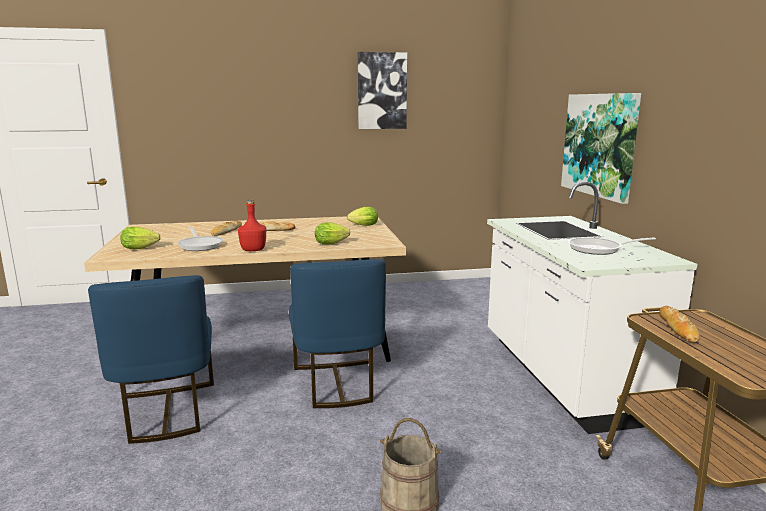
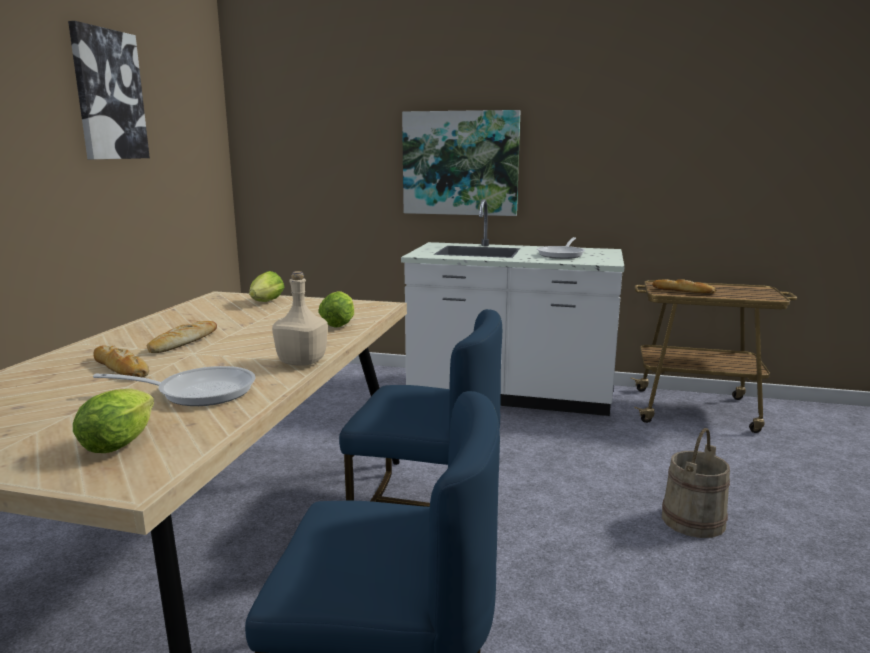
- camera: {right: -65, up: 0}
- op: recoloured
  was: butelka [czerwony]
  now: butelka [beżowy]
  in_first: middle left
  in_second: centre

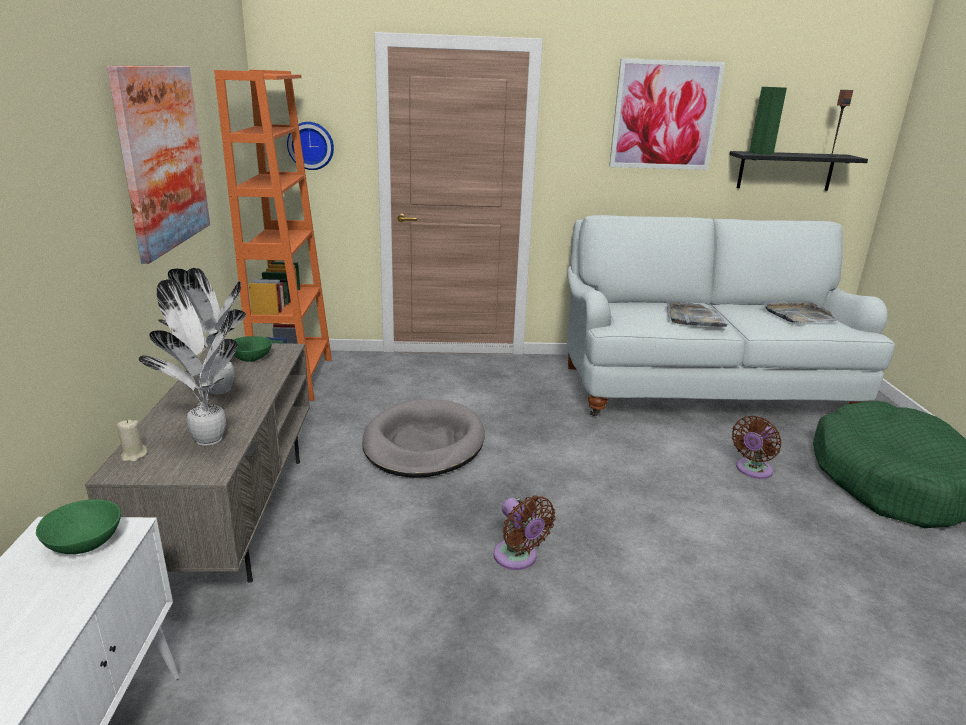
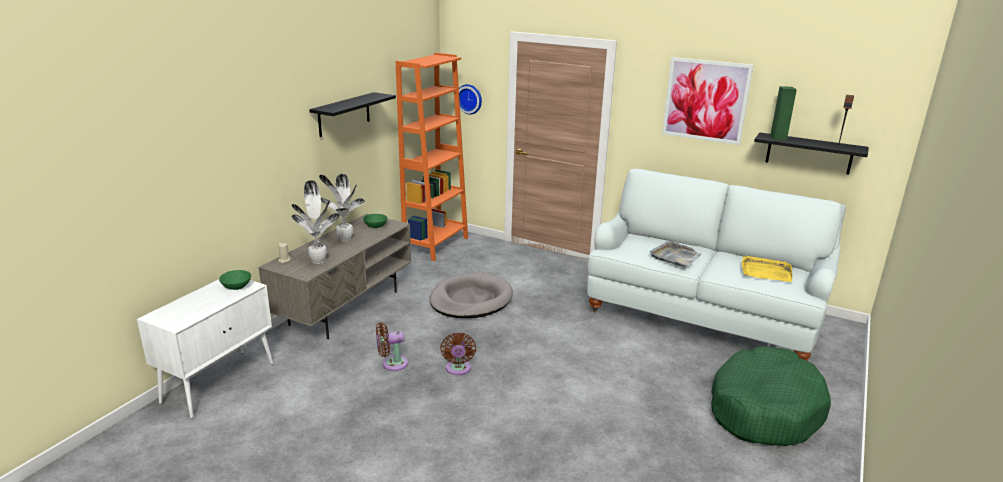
- camera: {right: 30, up: 0}
- op: replaced
  was: obraz (1st from left)
  now: półka [czarny] (1st from left)
  in_first: top left
  in_second: top centre
- op: moved
  was: wentylator [brązowy] (2nd from left in the first image)
  now: wentylator [brązowy] (1st from left)
  in_first: middle right
  in_second: bottom centre
- op: recoloured
  was: taca [szary] (2nd from left)
  now: taca [żółty]
  in_first: middle right
  in_second: middle right

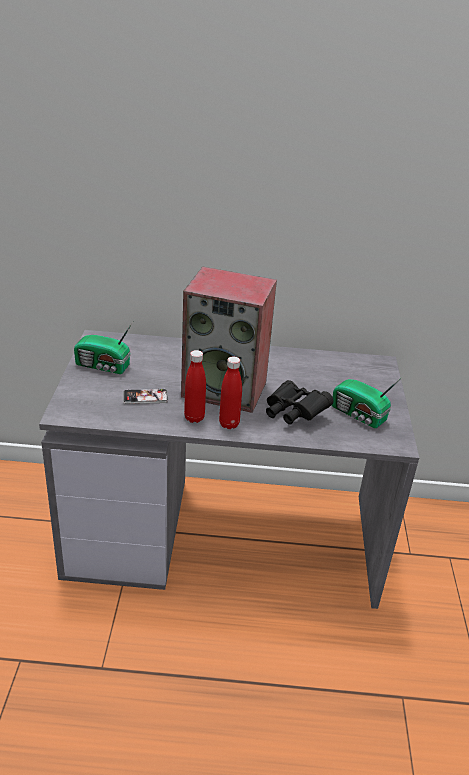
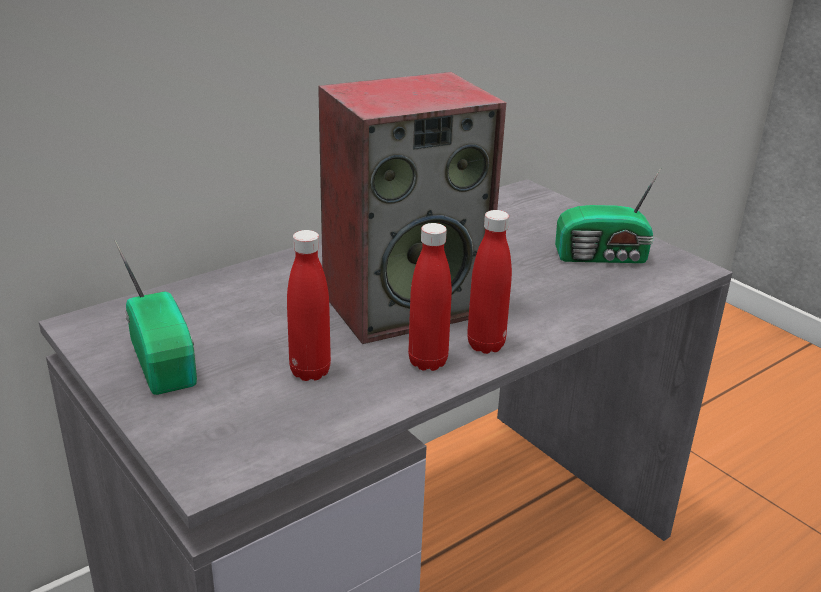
- camera: {right: -40, up: -5}
- op: turned
  was: radio (1st from left)
  in_first: middle left
  in_second: middle left
  clockwise: -90
- op: replaced
  was: telefon
  now: butelka [czerwony] (1st from left)
  in_first: middle left
  in_second: centre
- op: removed
  was: lornetka [czarny]
  in_first: centre

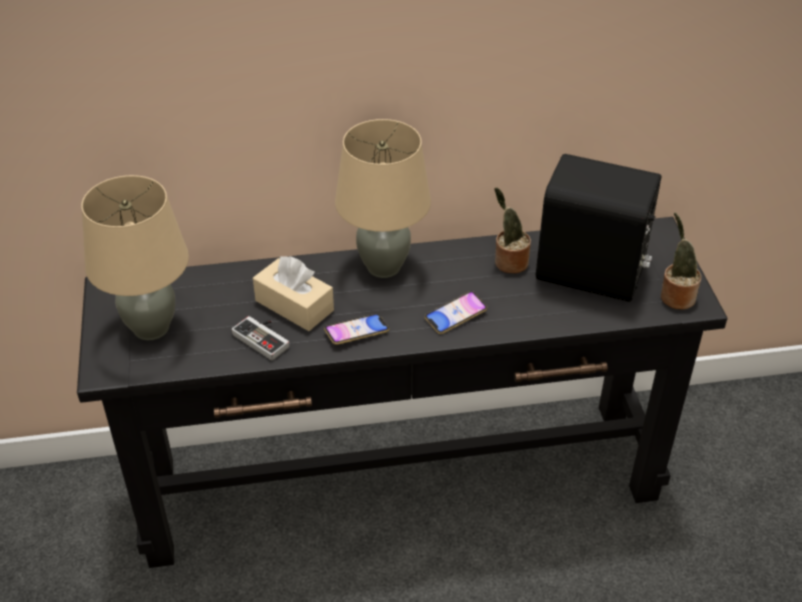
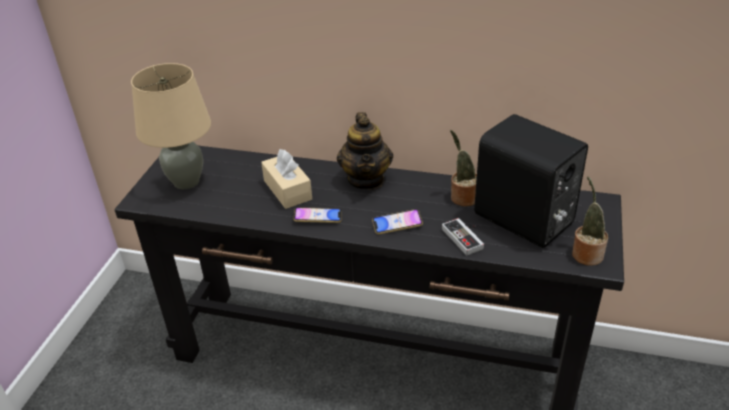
- camera: {right: 25, up: -5}
- op: moved
  was: pad do gier
  in_first: middle left
  in_second: centre
- op: replaced
  was: lampa stołowa [beżowy] (2nd from left)
  now: imbryk
  in_first: top centre
  in_second: centre

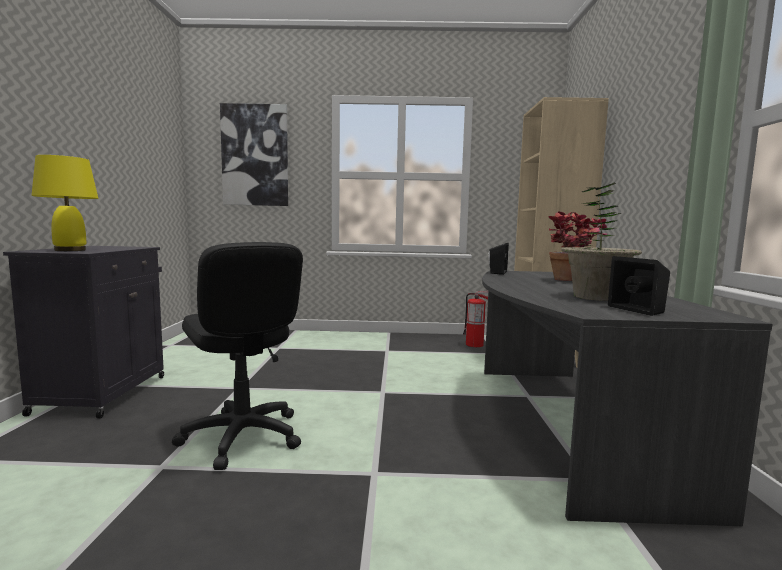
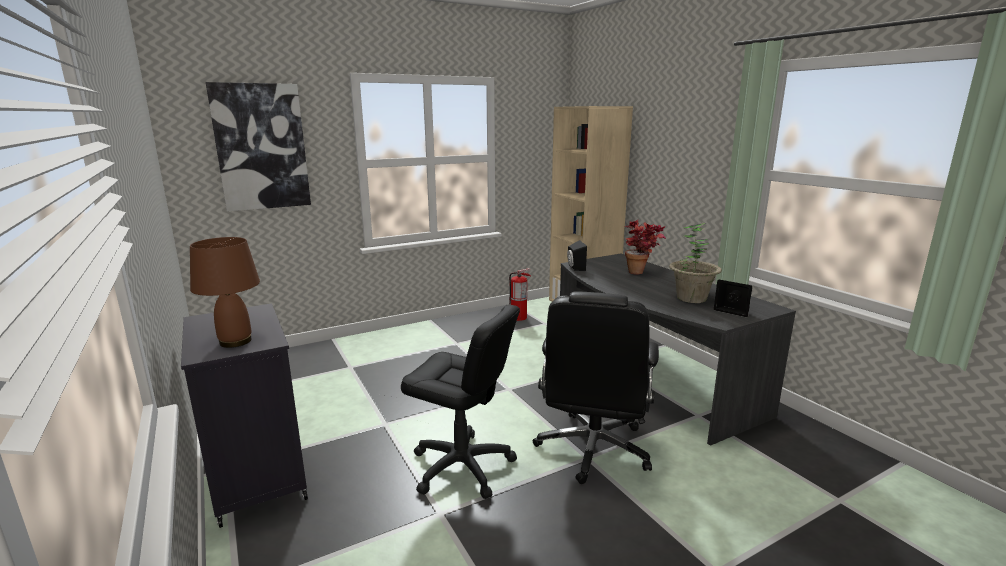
- camera: {right: -30, up: 10}
- op: recoloured
  was: lampa stołowa [żółty]
  now: lampa stołowa [brązowy]
  in_first: middle left
  in_second: middle left
- op: added
  now: krzesło biurowe [czarny] (2nd from left)
  in_second: bottom centre

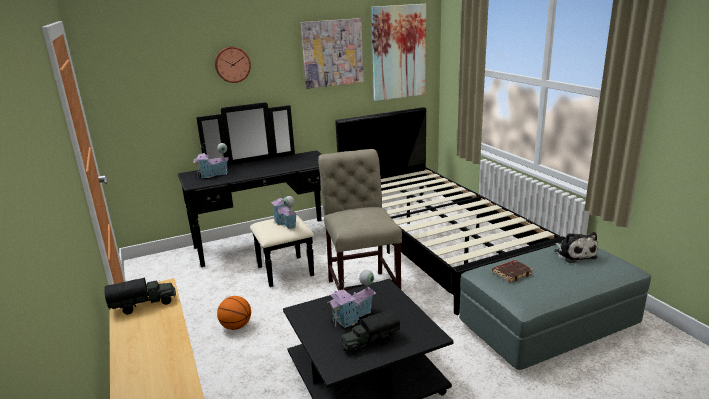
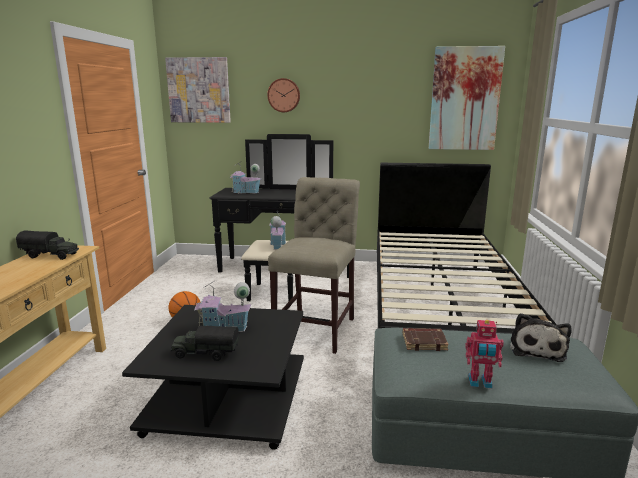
- camera: {right: 30, up: -5}
- op: moved
  was: obraz (1st from left)
  in_first: top centre
  in_second: top left
- op: added
  now: robot zabawkowy
  in_second: bottom right

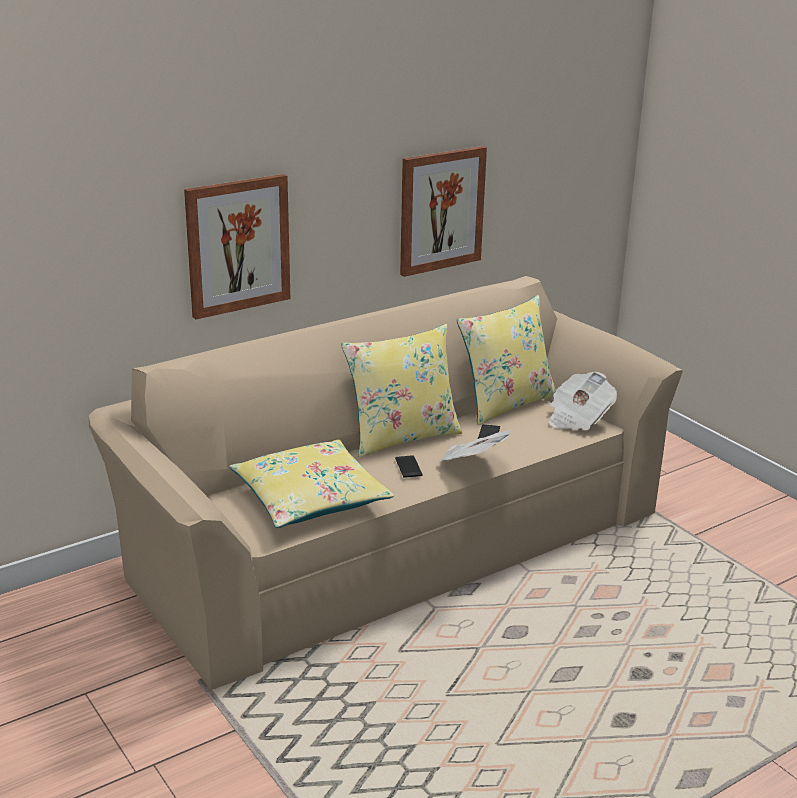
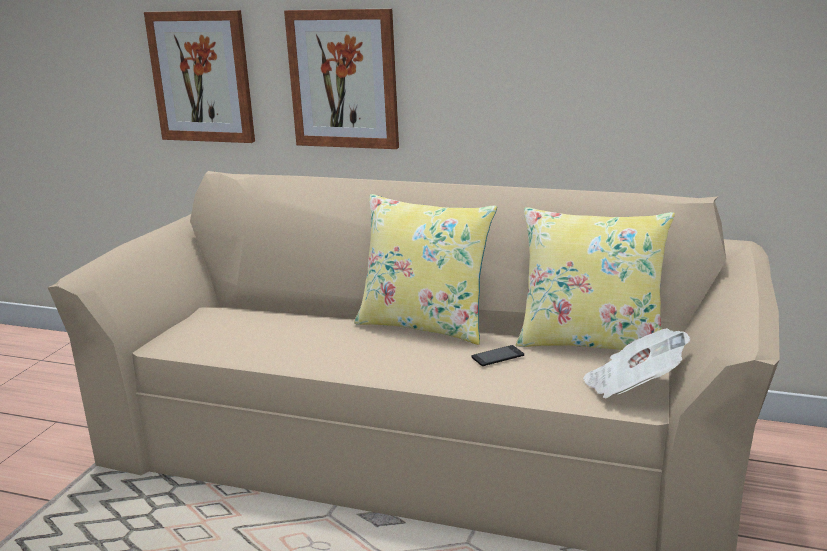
- camera: {right: 55, up: -5}
- op: removed
  was: poduszka [żółty] (1st from left)
  in_first: centre
- op: removed
  was: telefon (1st from left)
  in_first: centre
- op: moved
  was: obraz (2nd from left in the first image)
  now: obraz (1st from left)
  in_first: top centre
  in_second: top left
- op: removed
  was: gazeta (1st from left)
  in_first: centre

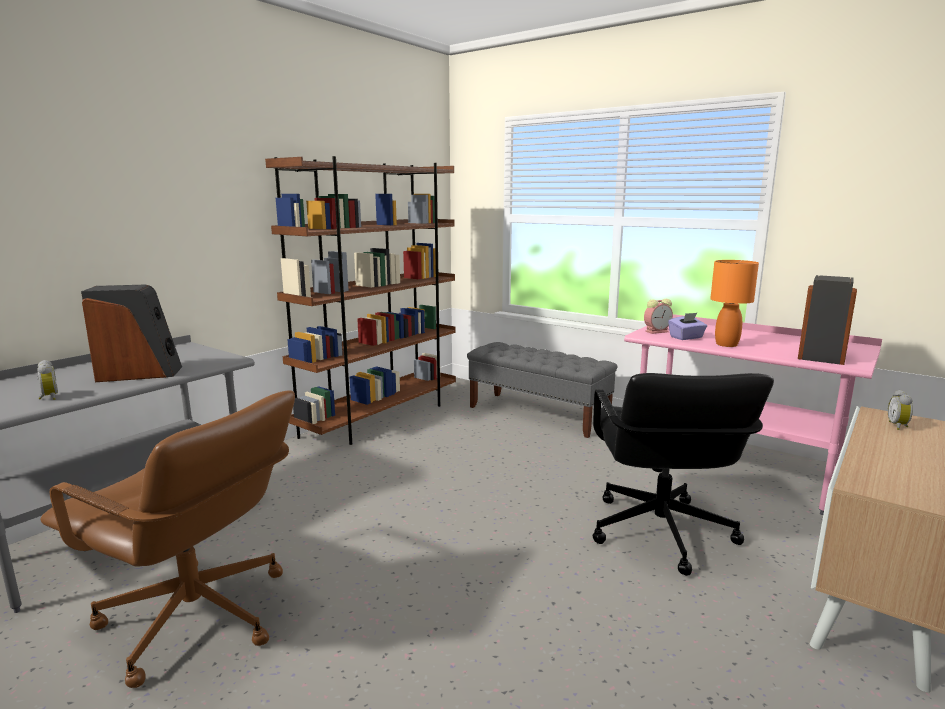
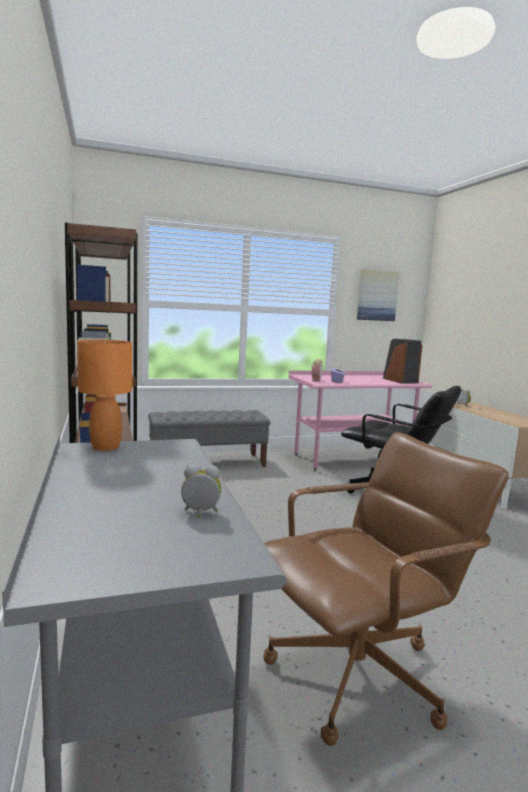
- camera: {right: -55, up: -5}
- op: removed
  was: głośnik (1st from left)
  in_first: middle left
- op: moved
  was: lampa stołowa [pomarańczowy]
  in_first: middle right
  in_second: middle left
- op: added
  now: obraz
  in_second: middle right

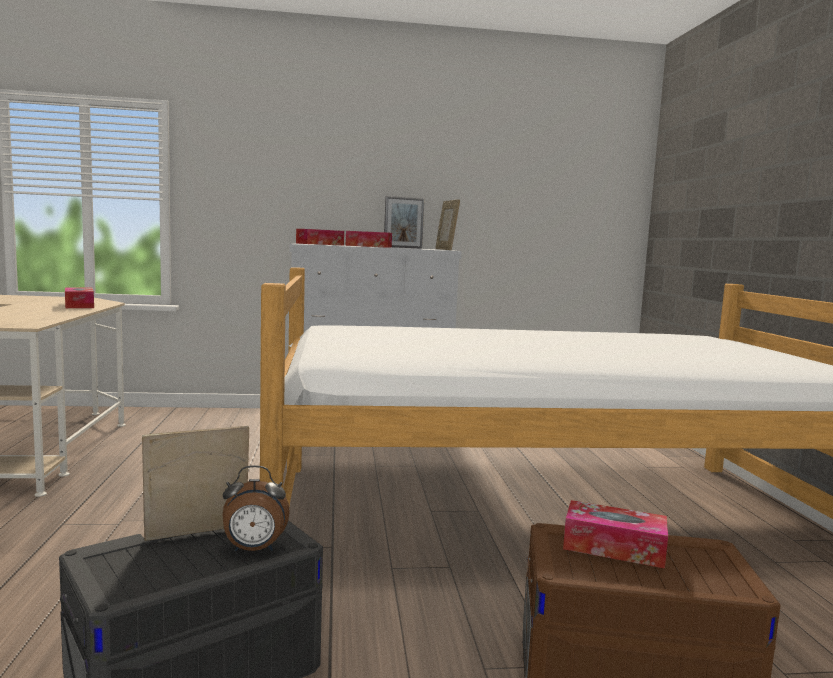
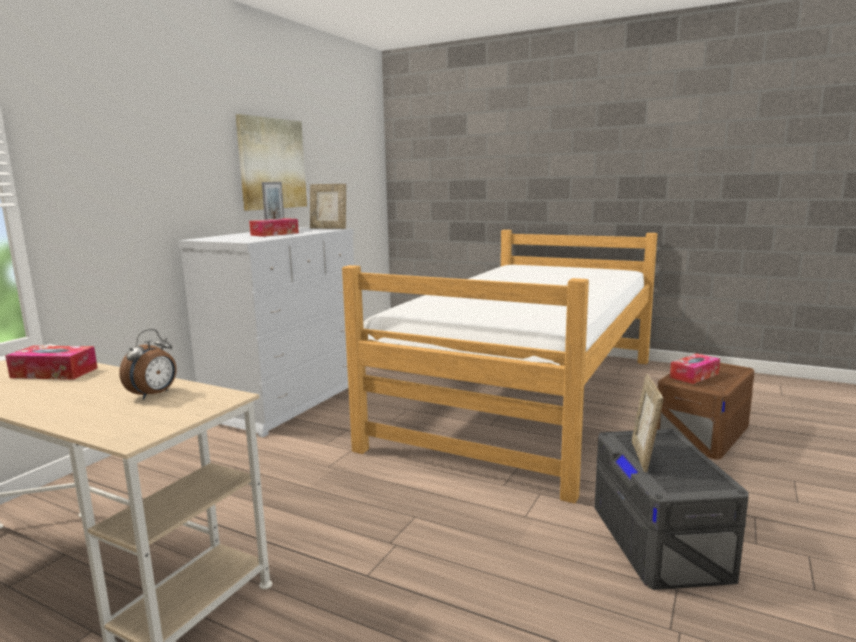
- camera: {right: -55, up: 5}
- op: moved
  was: budzik
  in_first: bottom left
  in_second: middle left
- op: removed
  was: pudełko chusteczek (2nd from left)
  in_first: centre
- op: added
  now: obraz
  in_second: top left

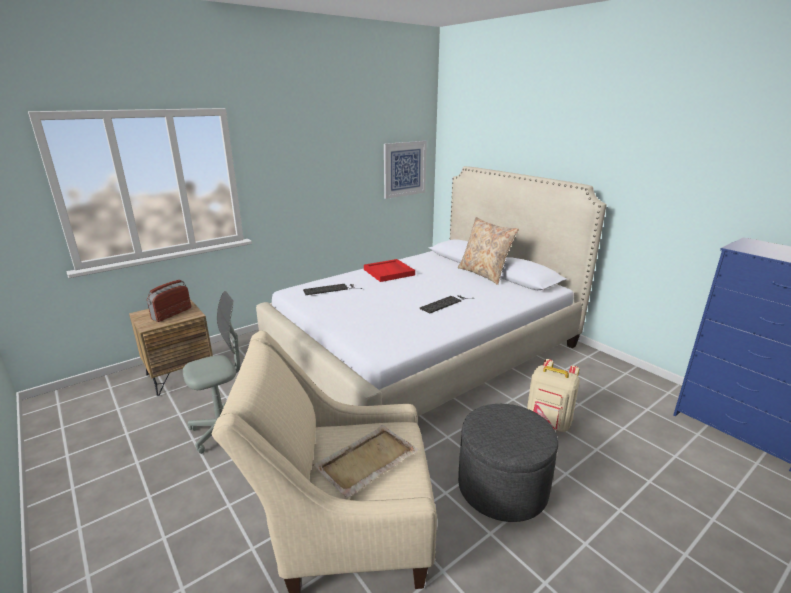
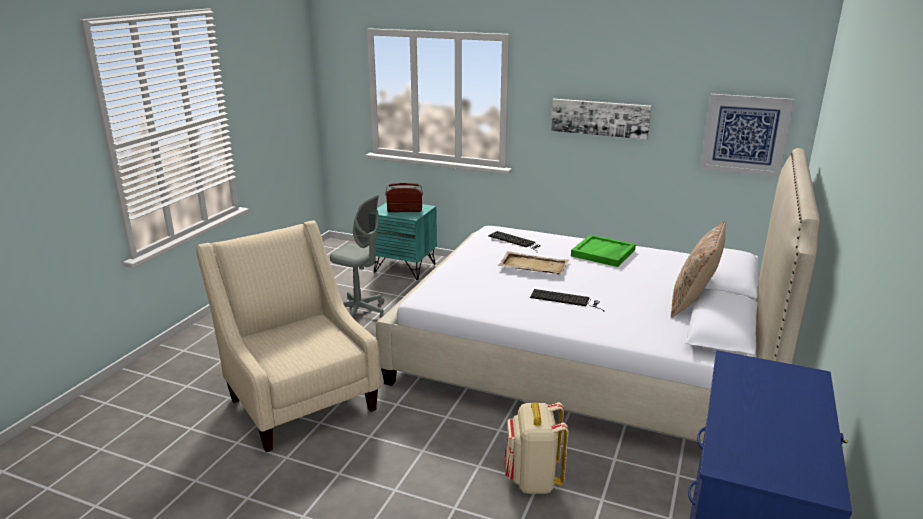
- camera: {right: 60, up: 0}
- op: recoloured
  was: szafka nocna [brązowy]
  now: szafka nocna [turkusowy]
  in_first: middle left
  in_second: centre
- op: moved
  was: taca [beżowy]
  in_first: bottom centre
  in_second: centre
- op: recoloured
  was: taca [czerwony]
  now: taca [zielony]
  in_first: centre
  in_second: centre
- op: removed
  was: pufa [szary]
  in_first: bottom centre
- op: added
  now: obraz (1st from left)
  in_second: top centre

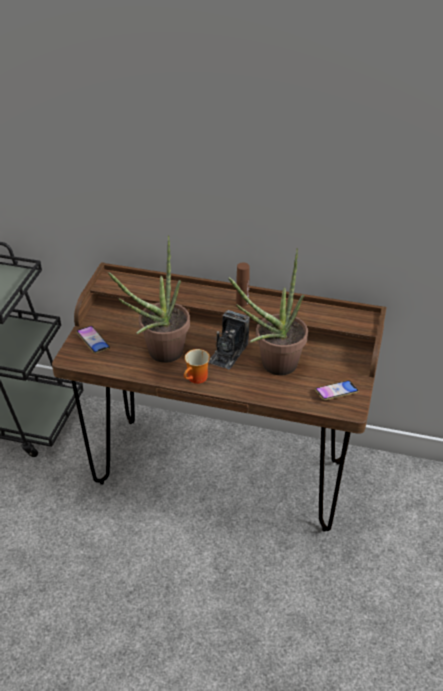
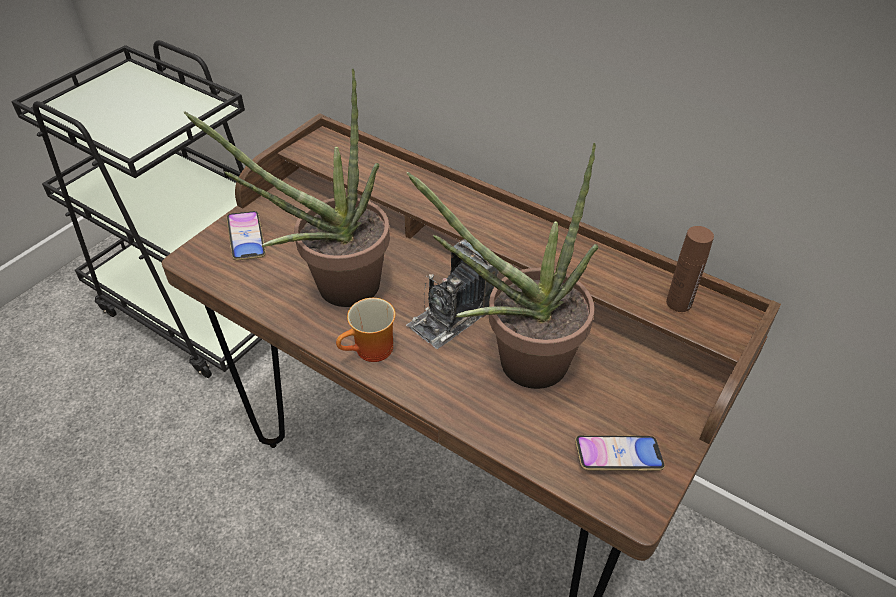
- camera: {right: 20, up: 5}
- op: moved
  was: butelka [brązowy]
  in_first: centre
  in_second: middle right

